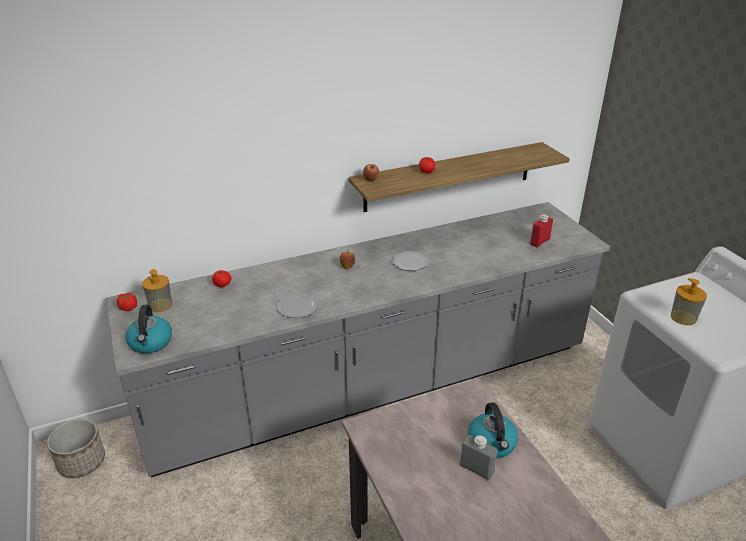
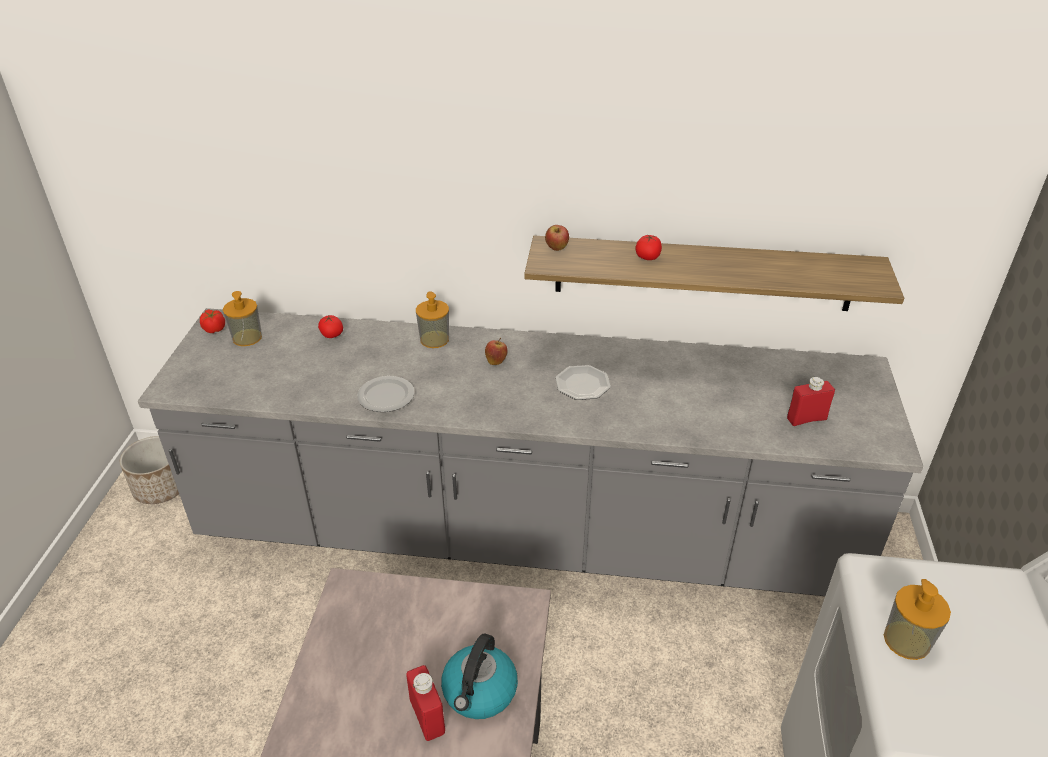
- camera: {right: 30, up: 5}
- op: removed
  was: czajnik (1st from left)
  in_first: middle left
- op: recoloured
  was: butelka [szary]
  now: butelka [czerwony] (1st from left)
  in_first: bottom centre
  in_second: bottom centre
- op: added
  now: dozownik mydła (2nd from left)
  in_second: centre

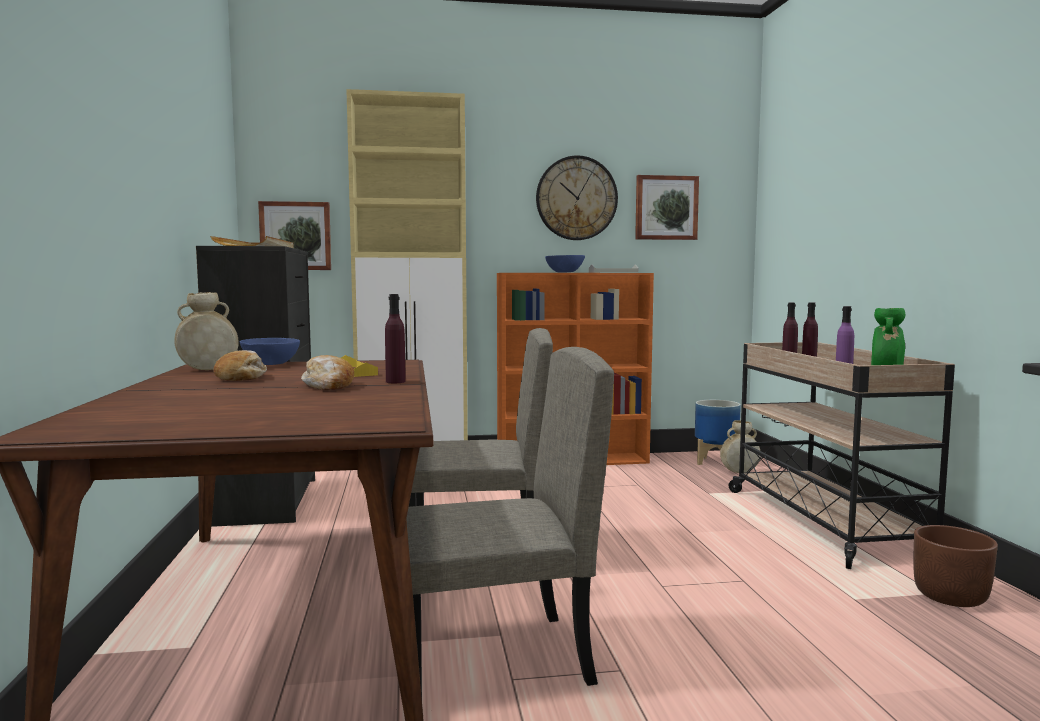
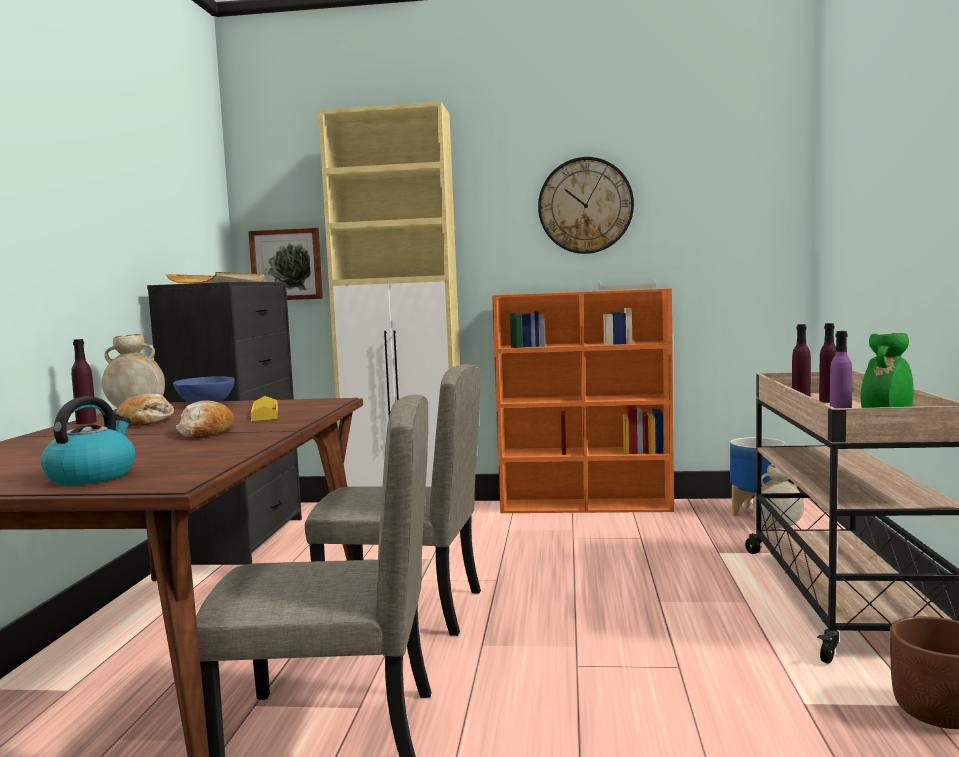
- camera: {right: 15, up: 0}
- op: moved
  was: butelka [fioletowy] (1st from left)
  in_first: centre
  in_second: middle left
- op: removed
  was: miska [niebieski] (2nd from left)
  in_first: centre
- op: removed
  was: obraz (2nd from left)
  in_first: top centre
- op: added
  now: czajnik
  in_second: middle left

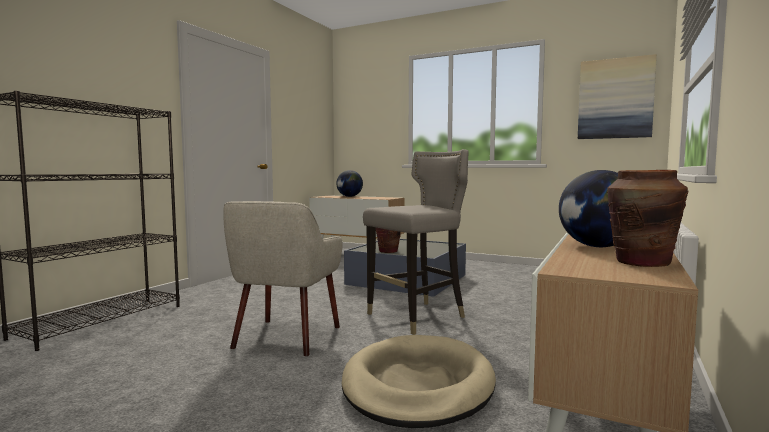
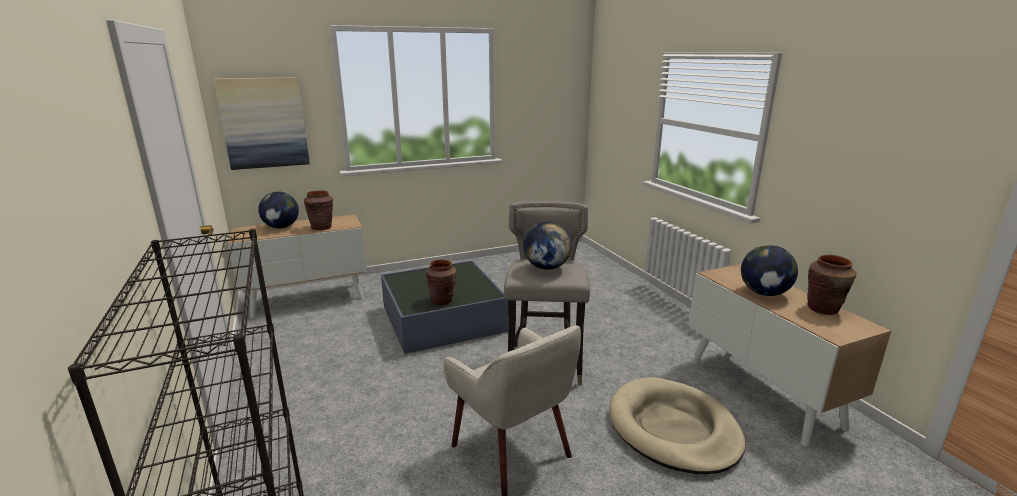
- camera: {right: -50, up: 15}
- op: moved
  was: obraz
  in_first: top right
  in_second: top left
- op: added
  now: wazon [brązowy] (1st from left)
  in_second: middle left
- op: added
  now: globus (2nd from left)
  in_second: centre

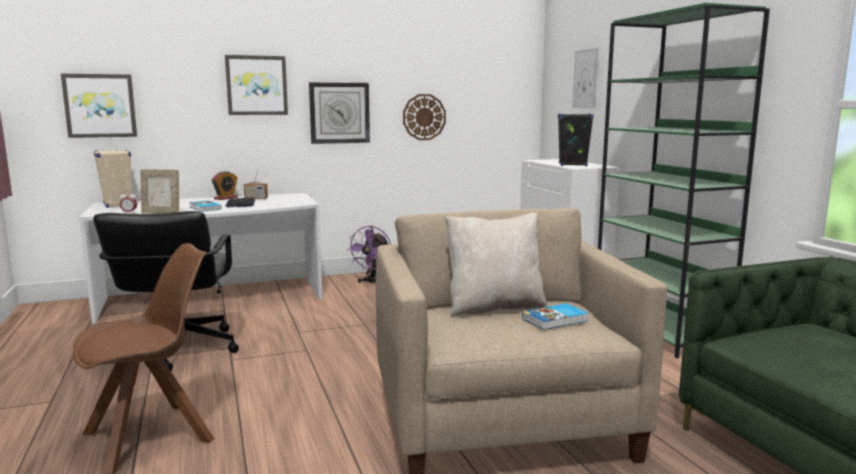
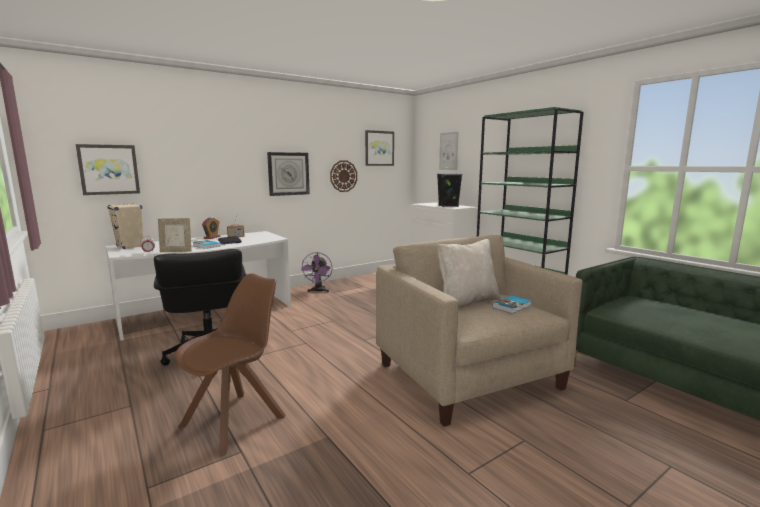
- camera: {right: -15, up: 0}
- op: moved
  was: obraz (2nd from left)
  in_first: top left
  in_second: top centre

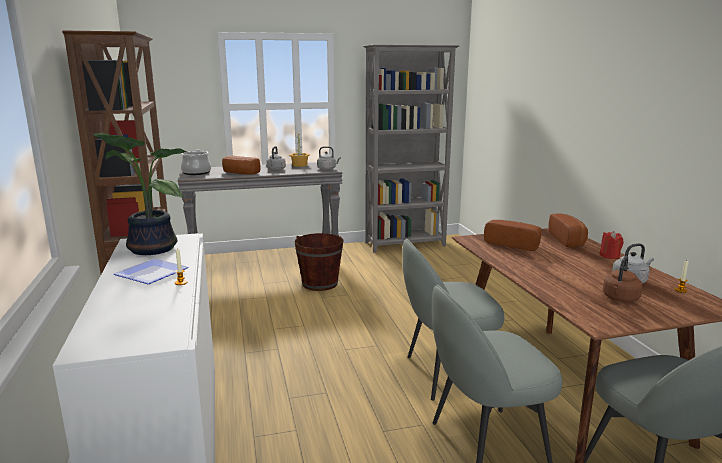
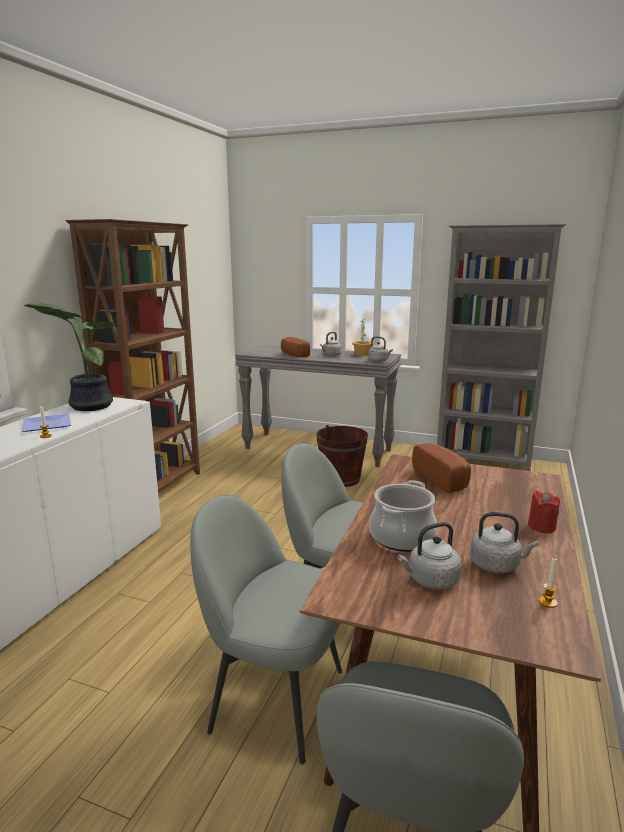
- camera: {right: 35, up: 0}
- op: moved
  was: garnek
  in_first: middle left
  in_second: centre
- op: removed
  was: chleb (3rd from left)
  in_first: middle right
- op: recoloured
  was: czajnik [brązowy]
  now: czajnik [szary] (3rd from left)
  in_first: middle right
  in_second: bottom right

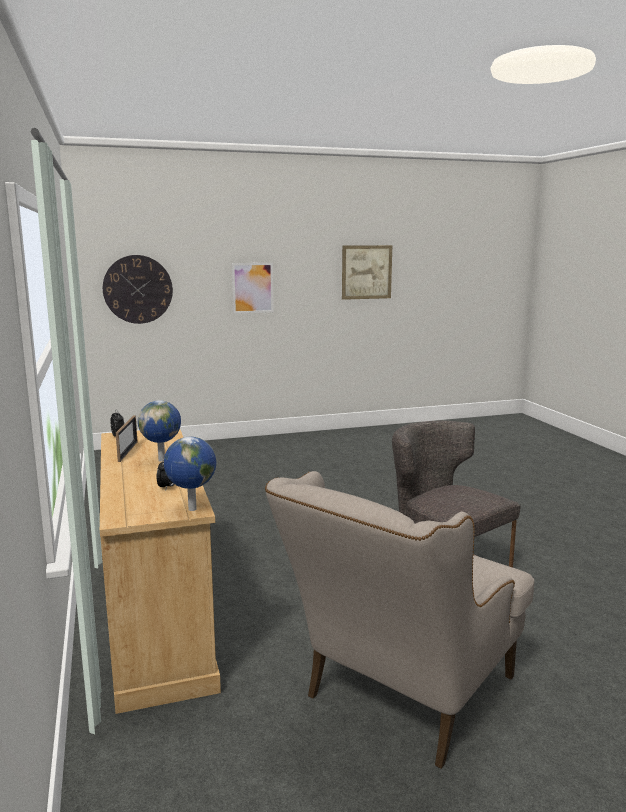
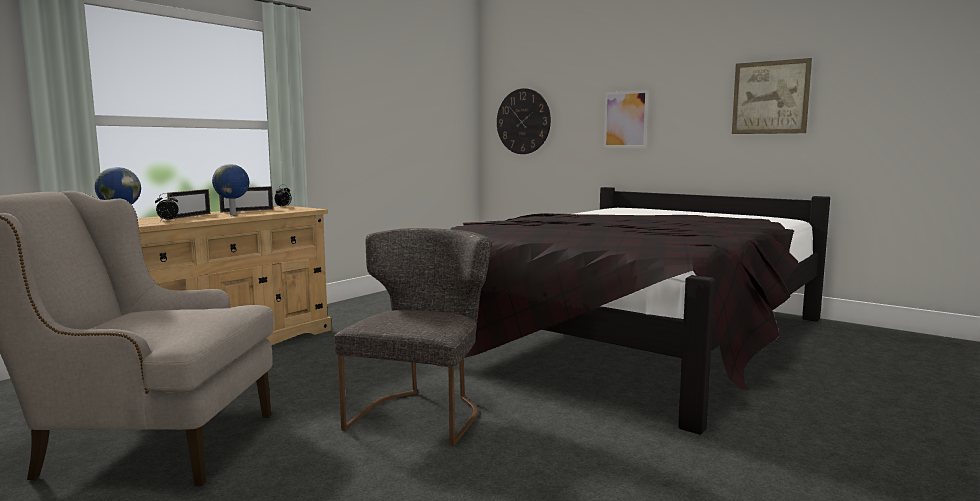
- camera: {right: 55, up: -5}
- op: added
  now: ramka na zdjęcie (1st from left)
  in_second: middle left
- op: added
  now: łóżko [czarny]
  in_second: centre

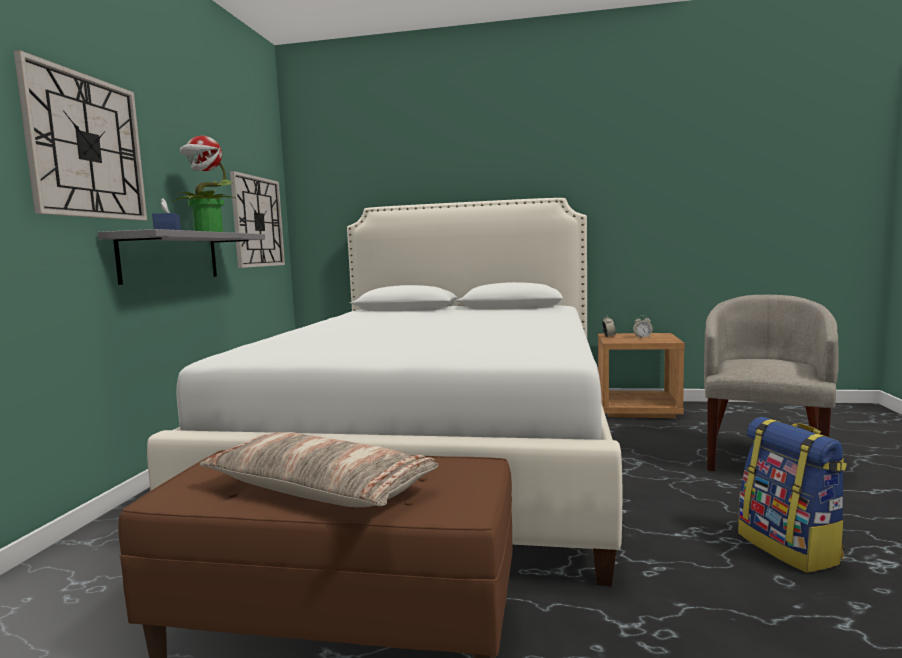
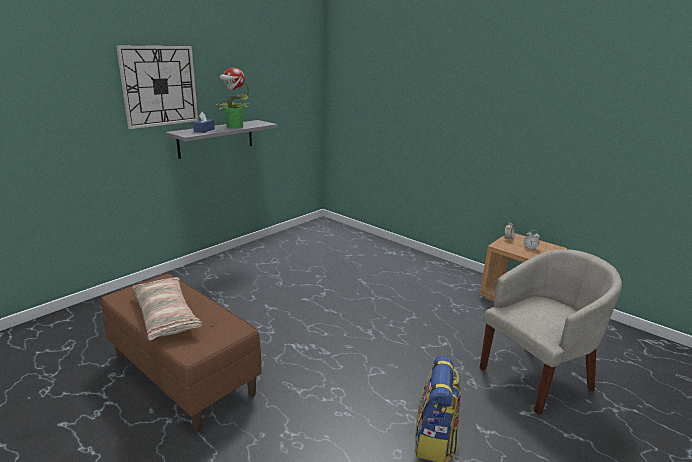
- camera: {right: 30, up: 15}
- op: removed
  was: łóżko [biały]
  in_first: centre
- op: removed
  was: zegar ścienny (2nd from left)
  in_first: top left

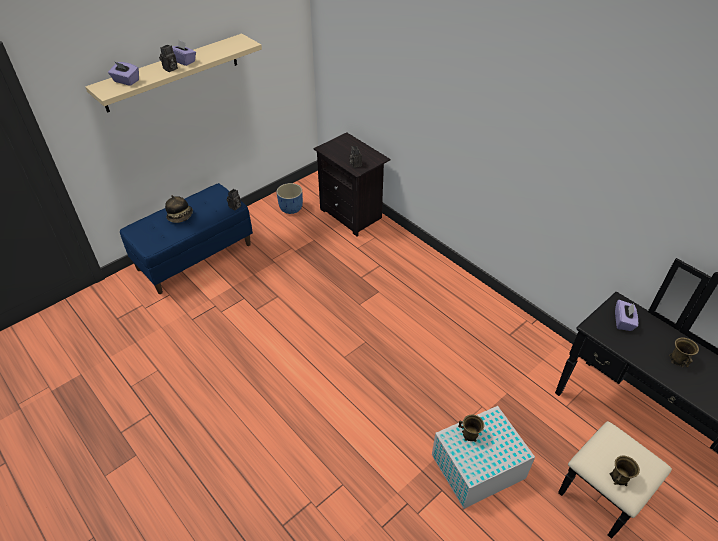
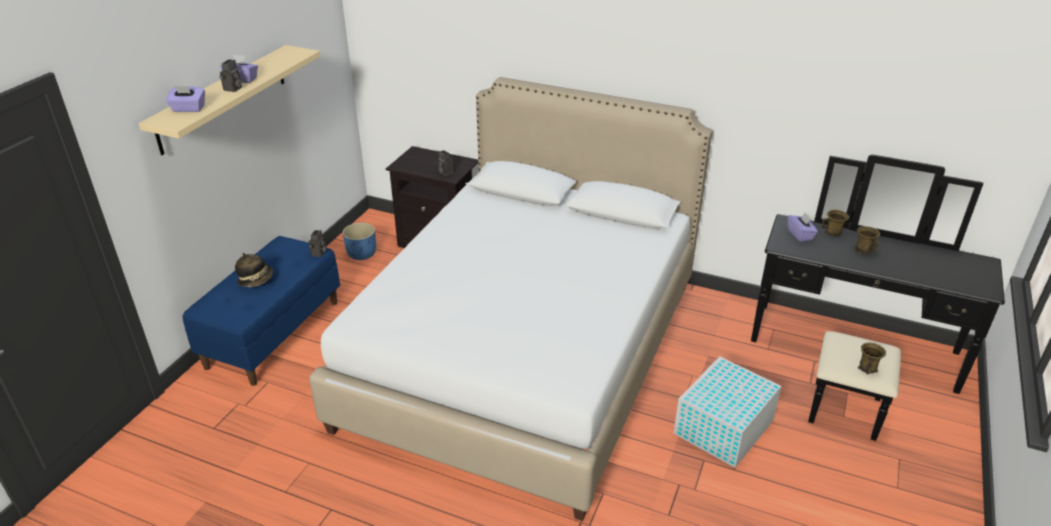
- camera: {right: -25, up: -10}
- op: moved
  was: kubek [brązowy] (1st from left)
  in_first: bottom centre
  in_second: middle right
- op: added
  now: łóżko [biały]
  in_second: centre

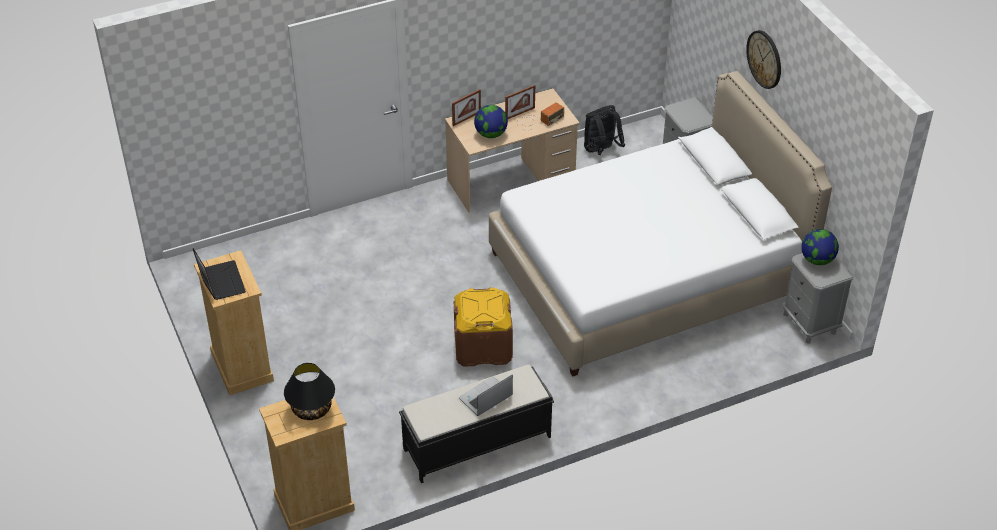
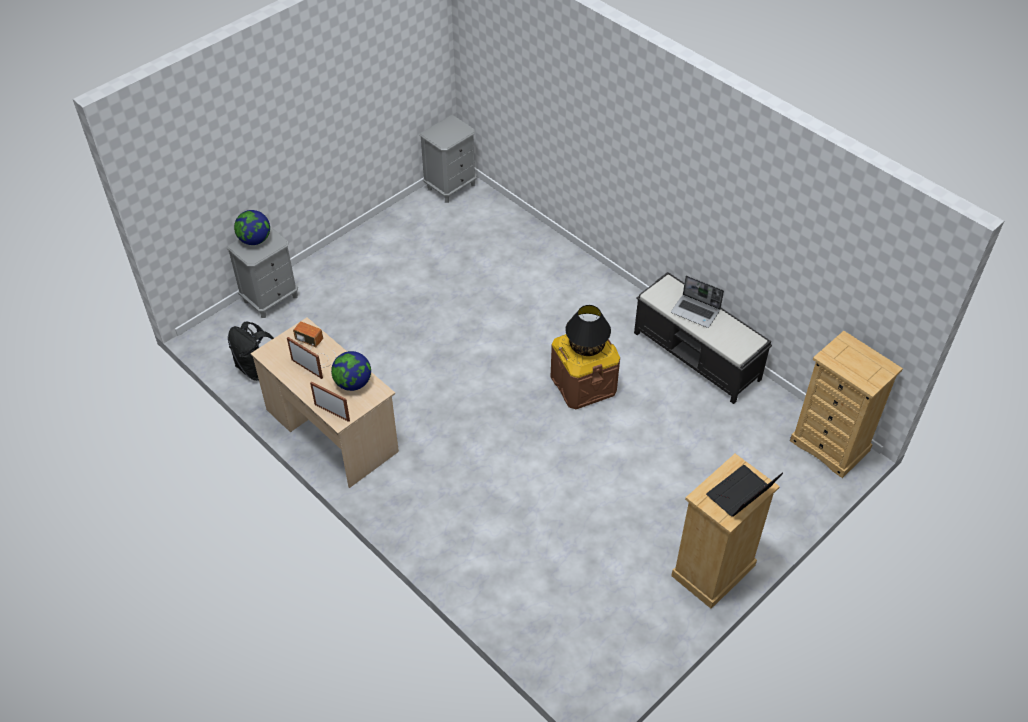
- camera: {right: -110, up: 5}
- op: moved
  was: lampa stołowa [czarny]
  in_first: bottom left
  in_second: centre
- op: removed
  was: łóżko [biały]
  in_first: centre
- op: removed
  was: zegar ścienny
  in_first: top right
- op: moved
  was: globus (2nd from left in the first image)
  now: globus (1st from left)
  in_first: middle right
  in_second: top left

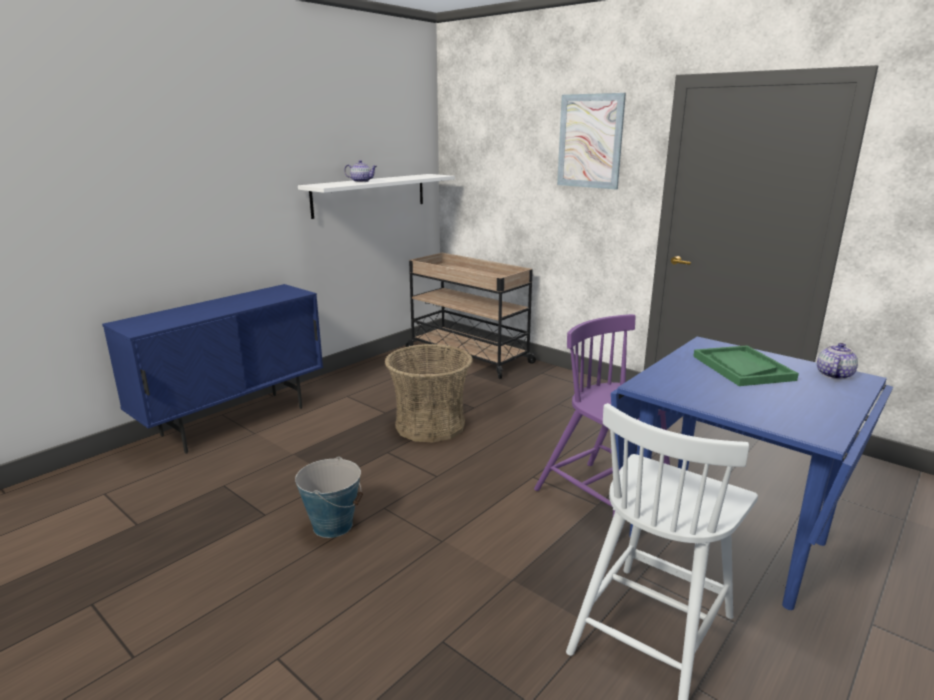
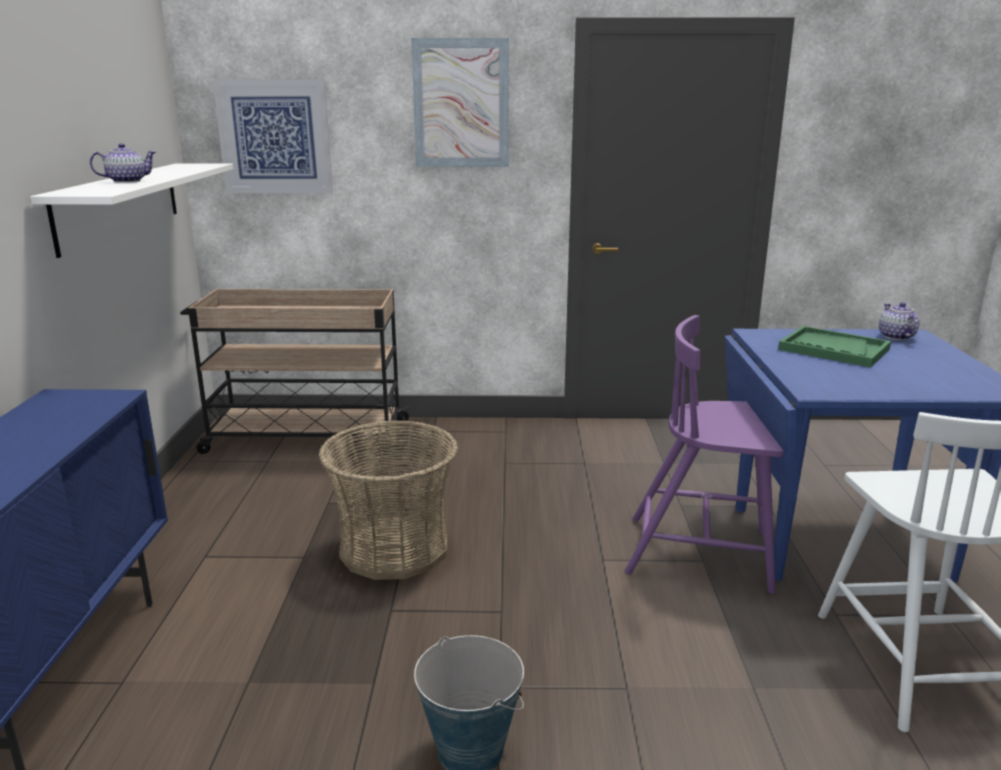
- camera: {right: -40, up: 0}
- op: added
  now: obraz (1st from left)
  in_second: top left

